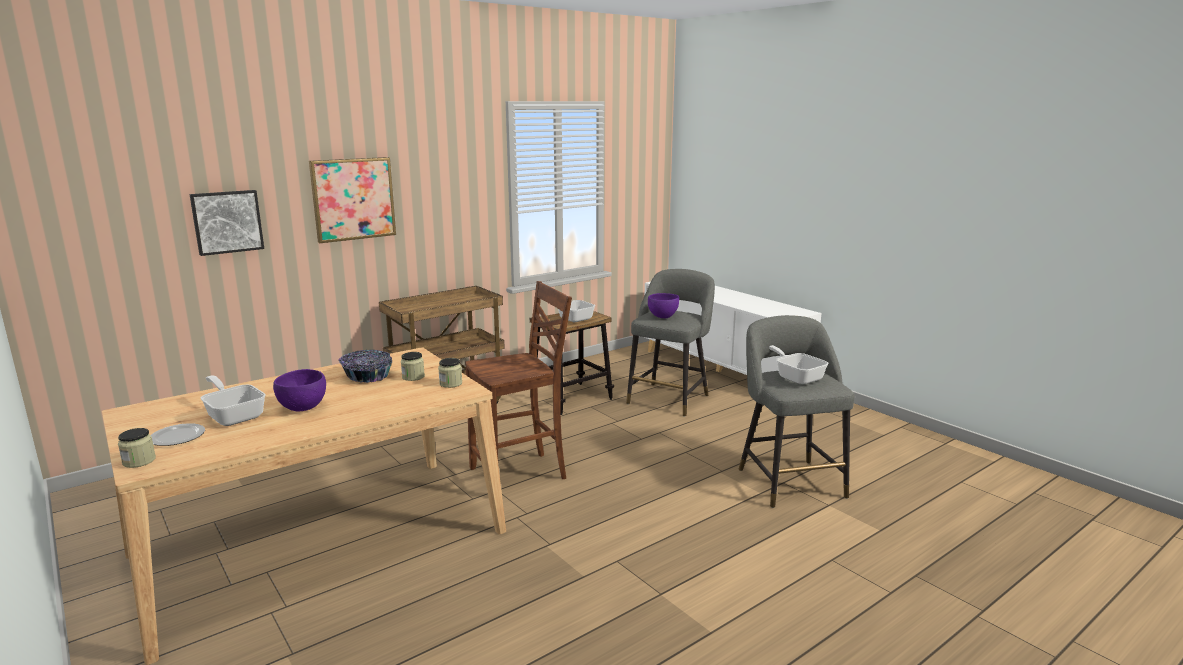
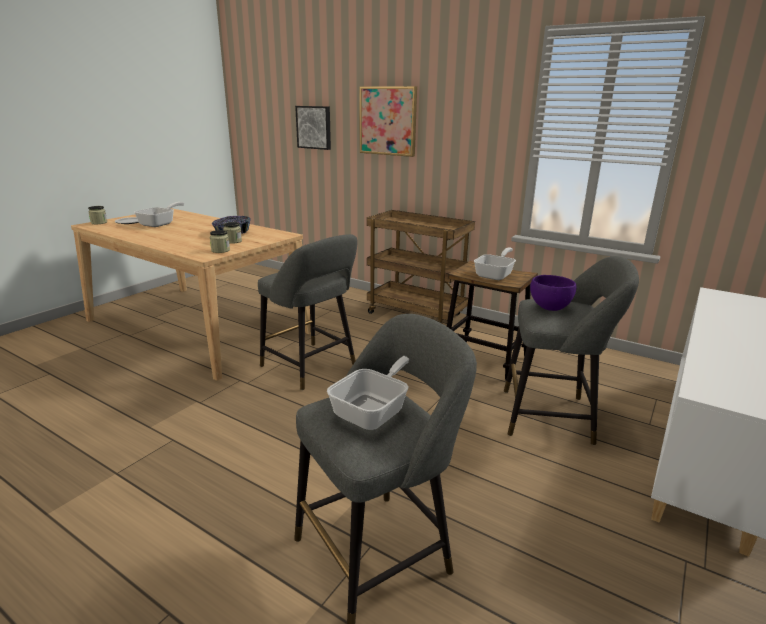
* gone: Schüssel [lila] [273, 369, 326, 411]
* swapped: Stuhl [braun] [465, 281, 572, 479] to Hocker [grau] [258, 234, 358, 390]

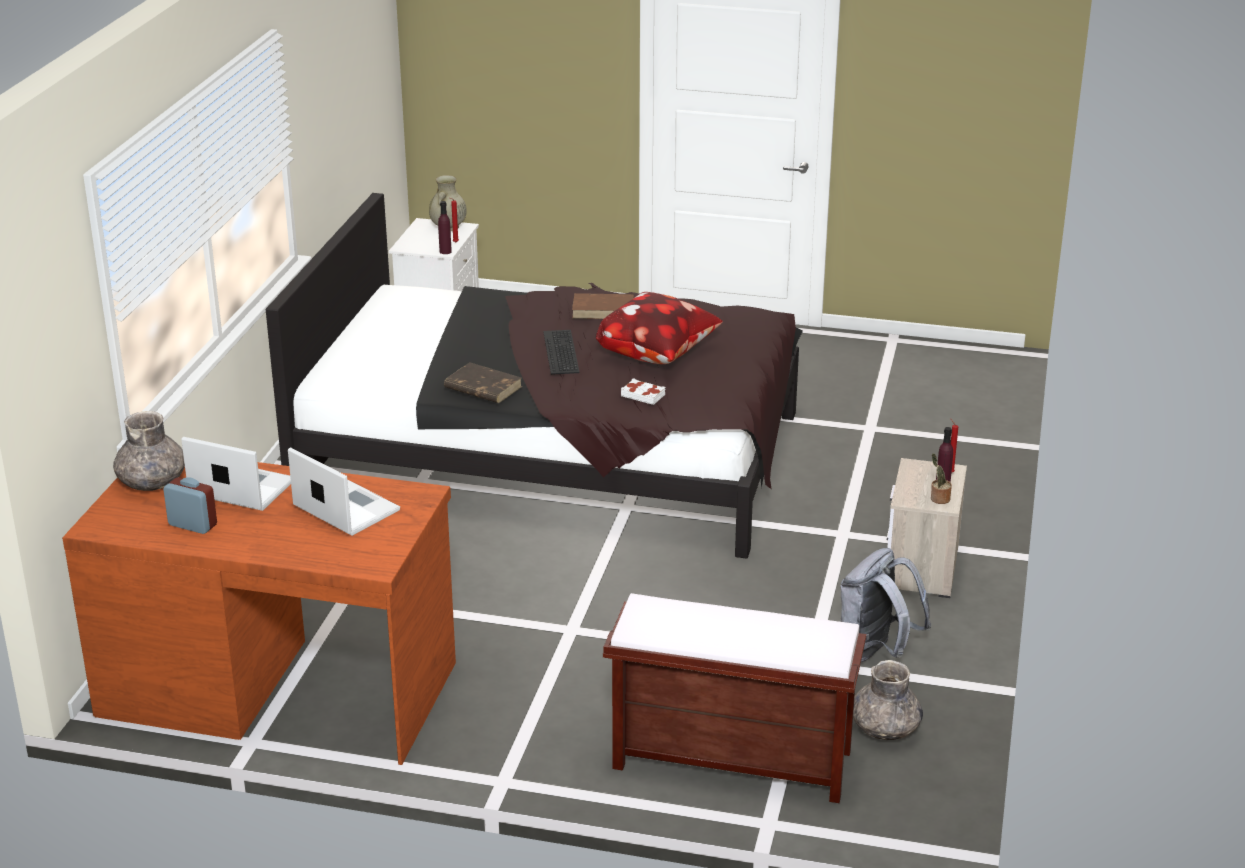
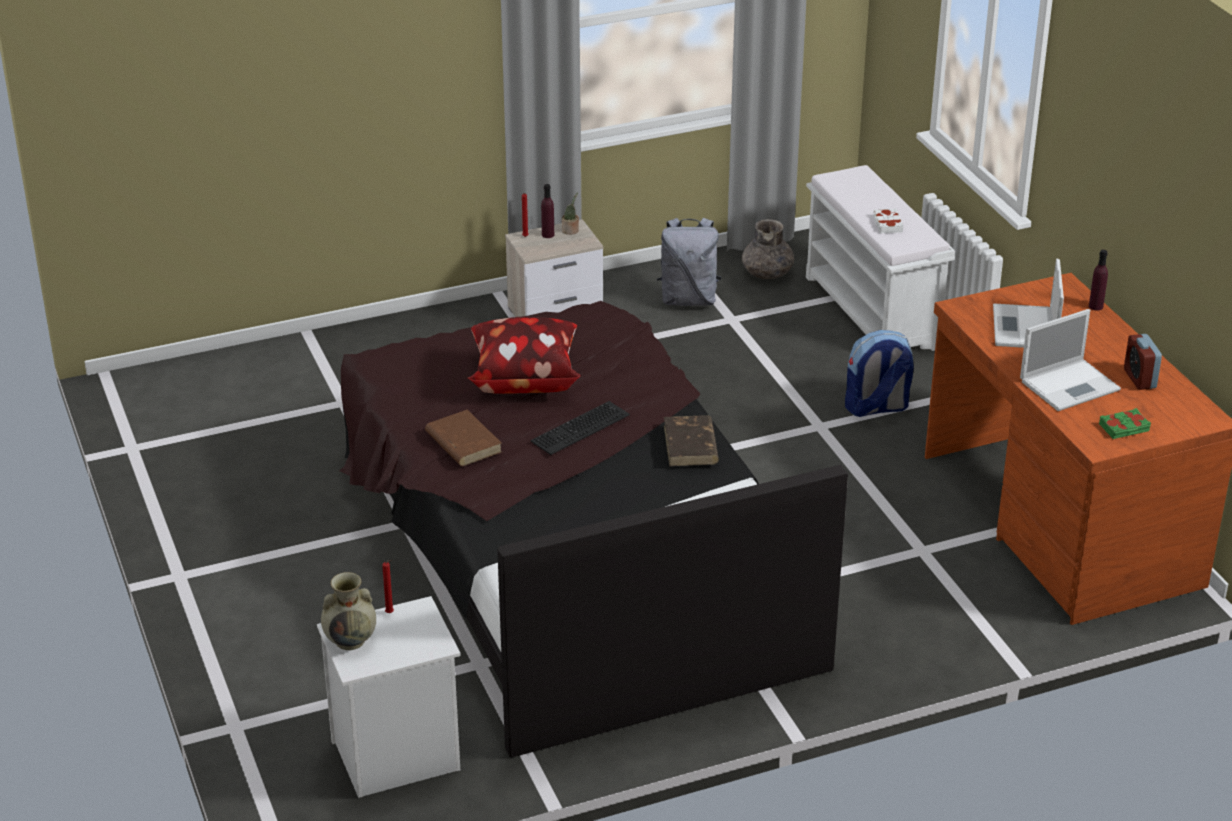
* swapped: Vase [grau] [113, 411, 185, 491] to Buch [grün] [1099, 408, 1151, 439]
* rotated: Laptop [181, 437, 291, 511] = [1020, 309, 1121, 411] 105 degrees counterclockwise
* shifted: Flasche [lila] [438, 201, 452, 254] to [1089, 250, 1108, 311]
* repainted: Bank [braun] [603, 593, 866, 803] to Bank [weiß] [806, 165, 955, 351]
* shifted: Buch [weiß] [621, 378, 665, 405] to [873, 208, 903, 233]
* new: Rucksack [845, 330, 914, 417]

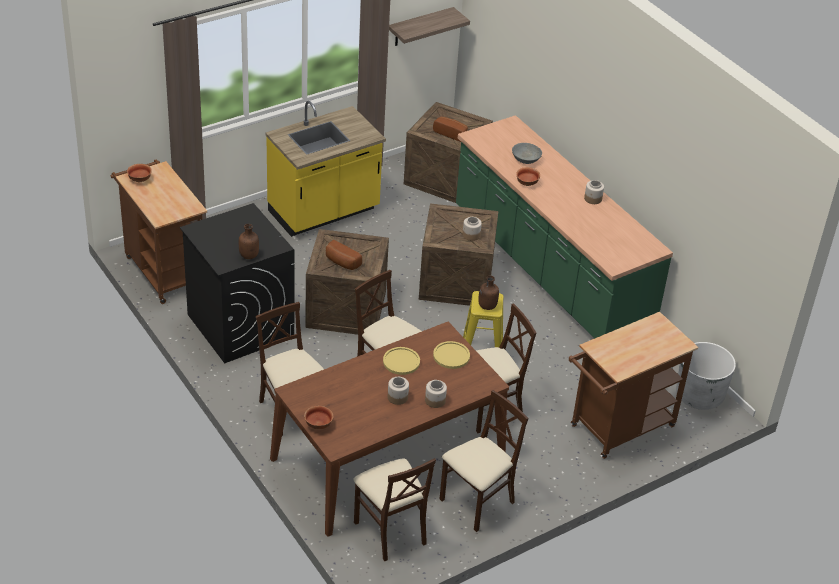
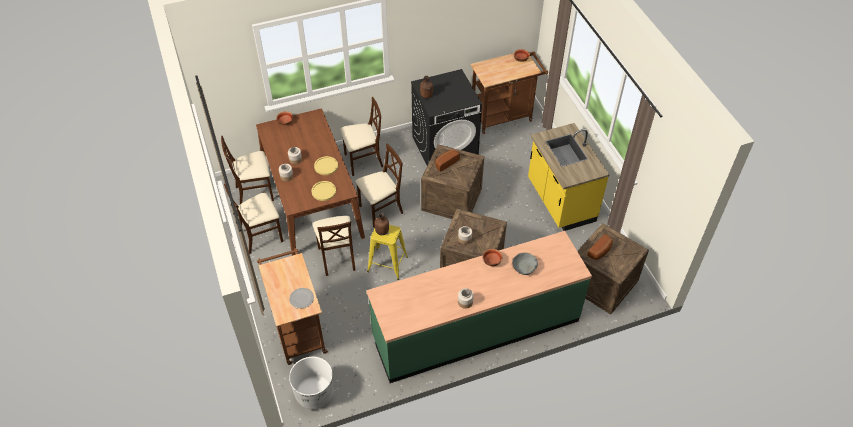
* gone: Wandregal [389, 7, 470, 46]
* rotated: Stuhl [beige] [440, 390, 528, 532] = [224, 184, 283, 254] 90 degrees clockwise
* new: Teller [289, 288, 314, 308]

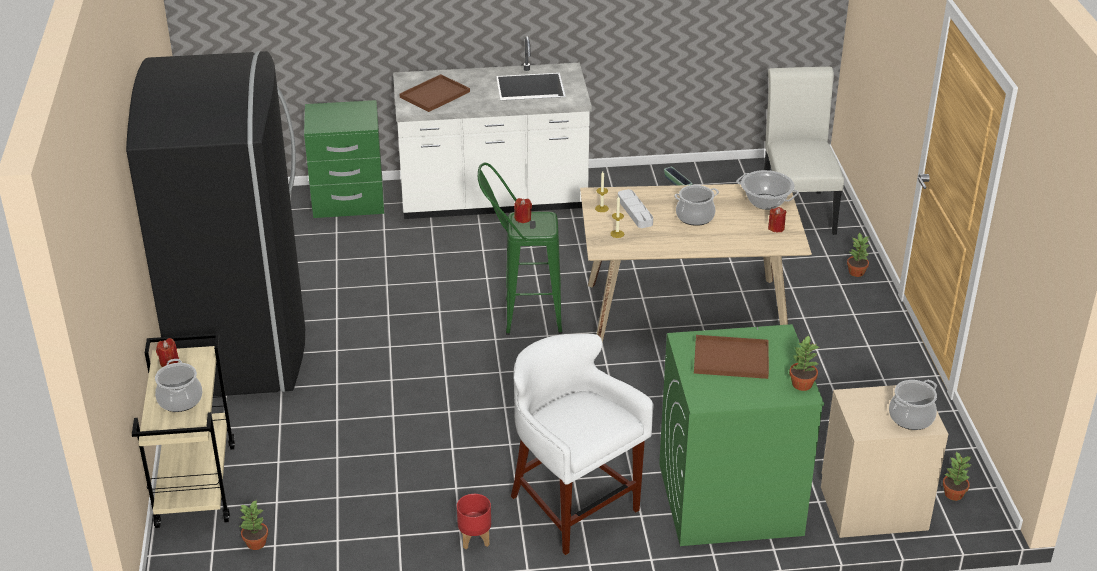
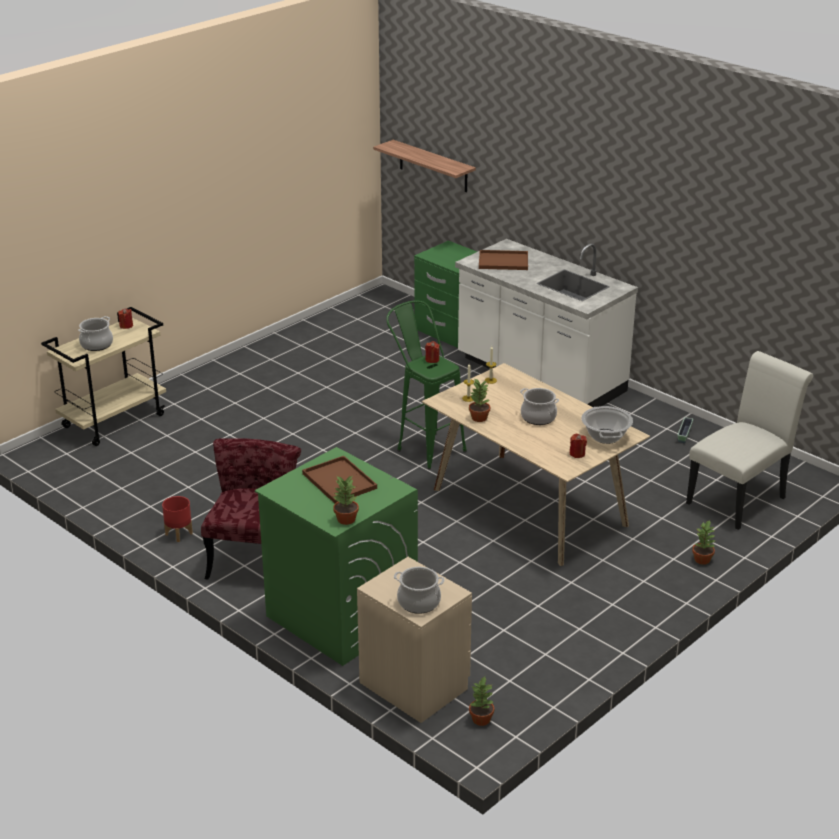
* gone: Kühlschrank [schwarz] [126, 51, 305, 397]
* shifted: Topfpflanze [239, 500, 268, 550] to [469, 379, 490, 422]
* swapped: Hocker [weiß] [511, 334, 654, 555] to Stuhl [rot] [201, 438, 301, 580]
* gone: Tablett [grau] [618, 189, 653, 228]
* new: Wandregal [373, 140, 476, 192]

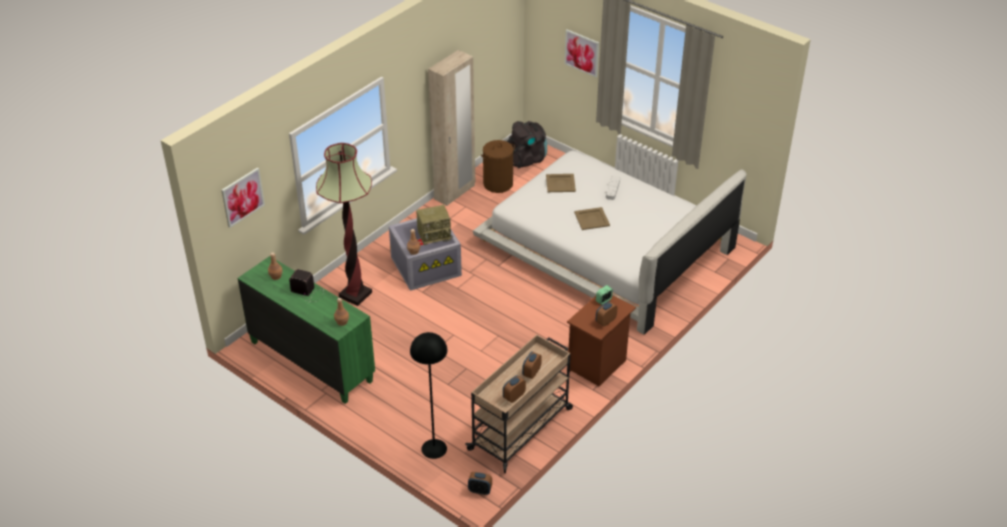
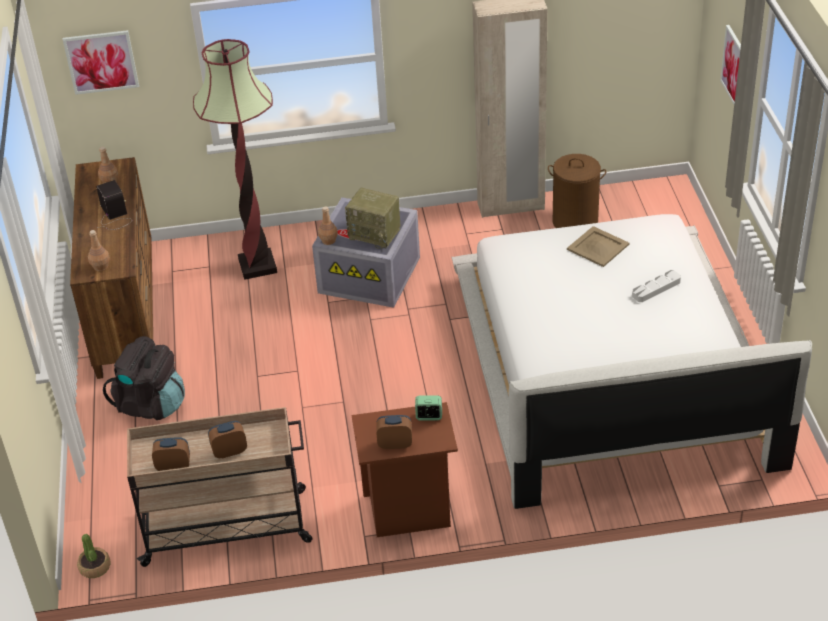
* repainted: Kommode [grün] [238, 256, 375, 404] to Kommode [braun] [70, 157, 153, 379]
* gone: Stehlampe [schwarz] [410, 332, 447, 459]
* swapped: Wecker [468, 472, 492, 495] to Topfpflanze [77, 534, 110, 578]
* shifted: Rucksack [schwarz] [506, 121, 547, 168] to [103, 336, 185, 420]
* gone: Tablett [beige] [574, 207, 610, 230]

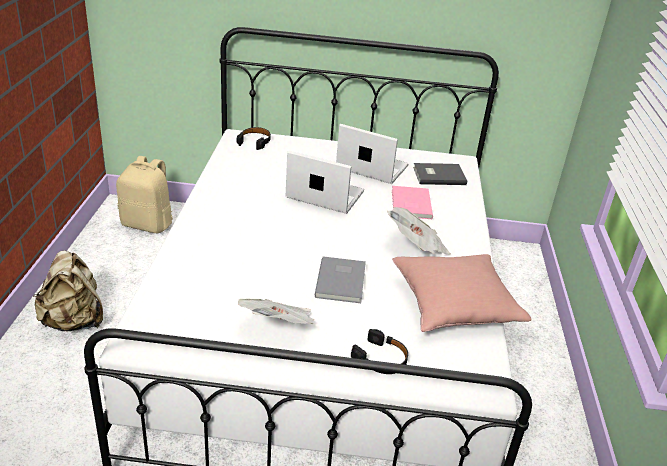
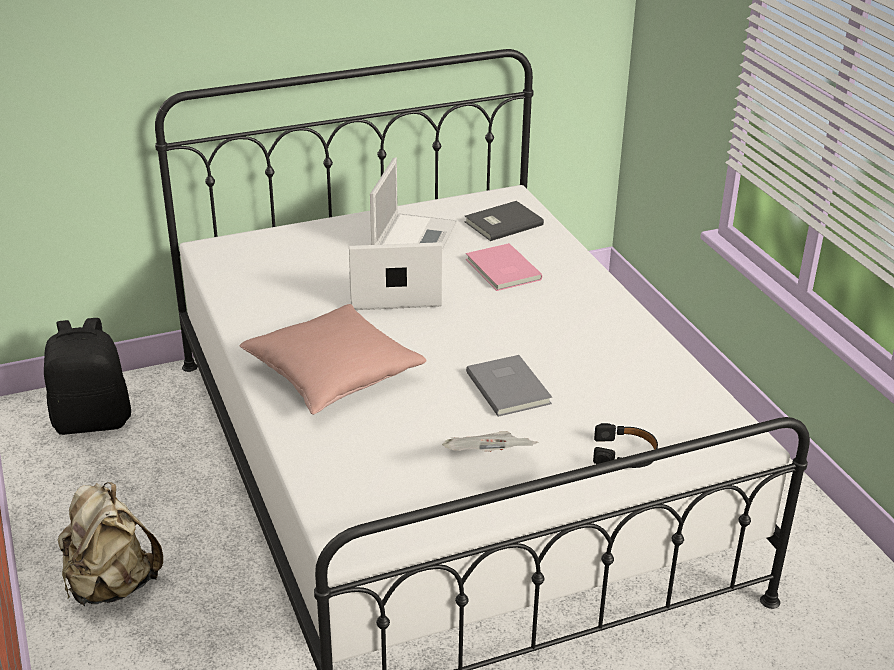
* repainted: Rucksack [beige] [116, 156, 172, 233] to Rucksack [schwarz] [44, 318, 131, 435]
* gone: Kopfhörer [schwarz] [237, 127, 271, 150]
* rotated: Laptop [336, 124, 409, 184] = [370, 157, 457, 252] 105 degrees clockwise
* gone: Zeitung [387, 207, 451, 255]
* shifted: Kissen [rosa] [392, 254, 532, 332] to [239, 304, 427, 415]

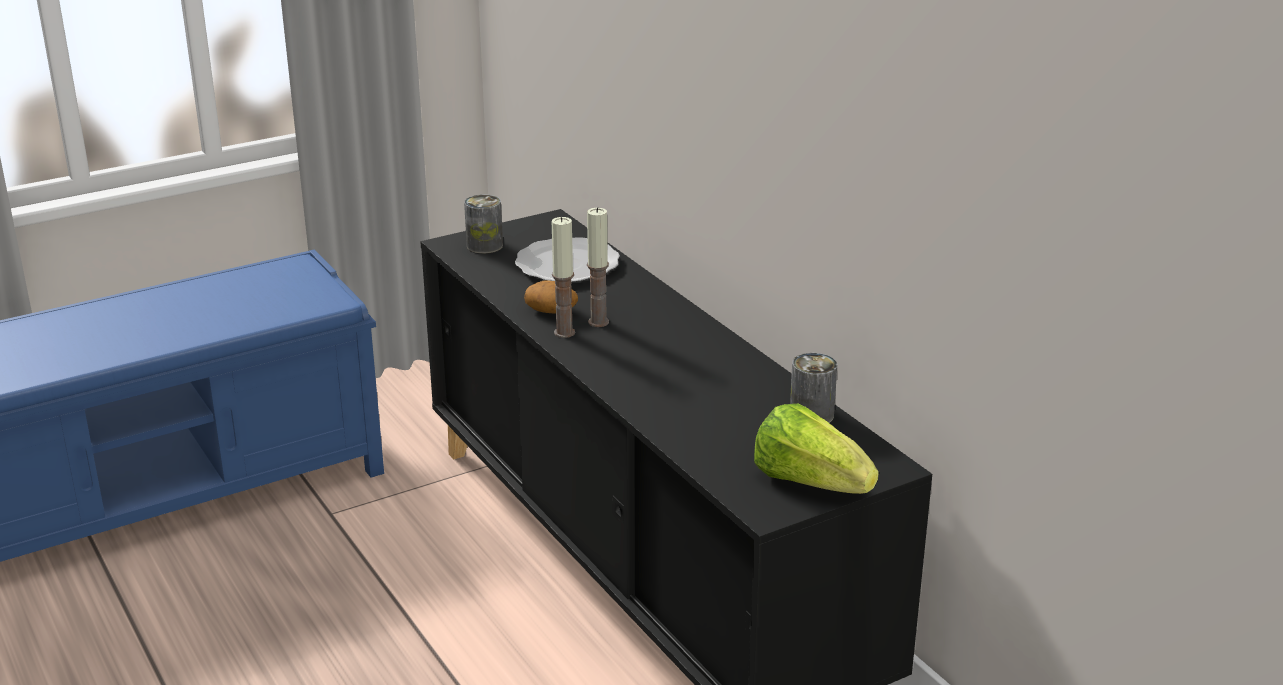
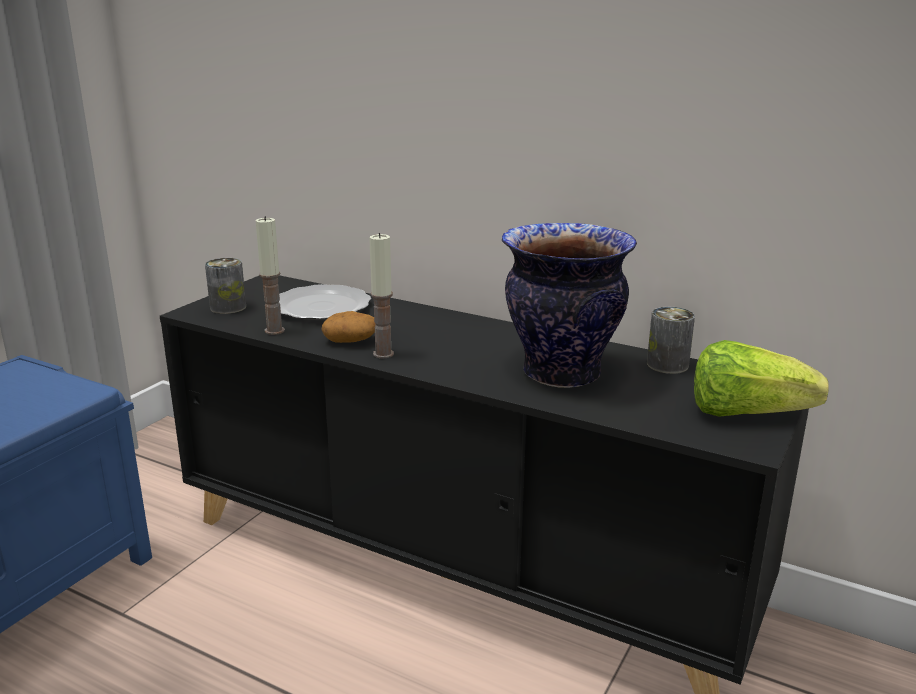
* shifted: Kerze [587, 208, 609, 327] to [255, 216, 285, 335]
* new: Vase [502, 223, 637, 388]

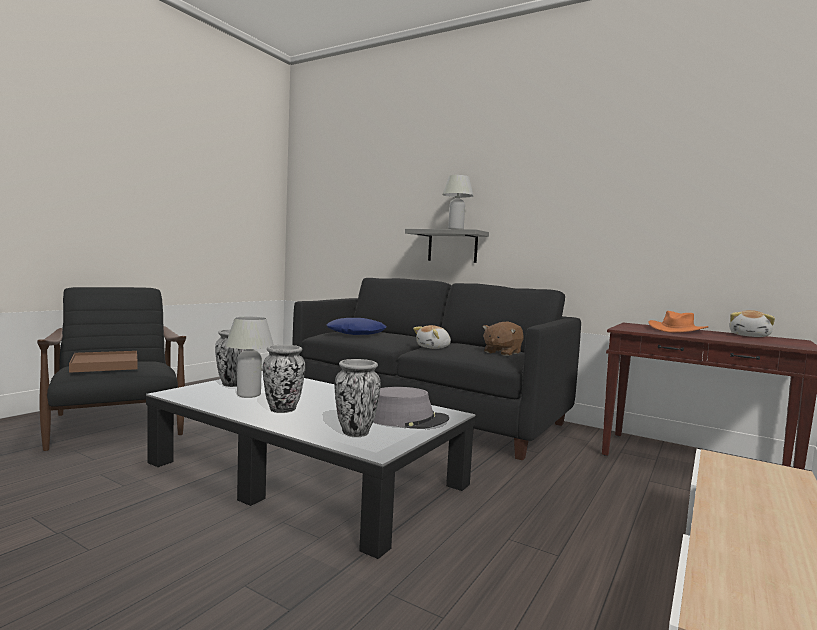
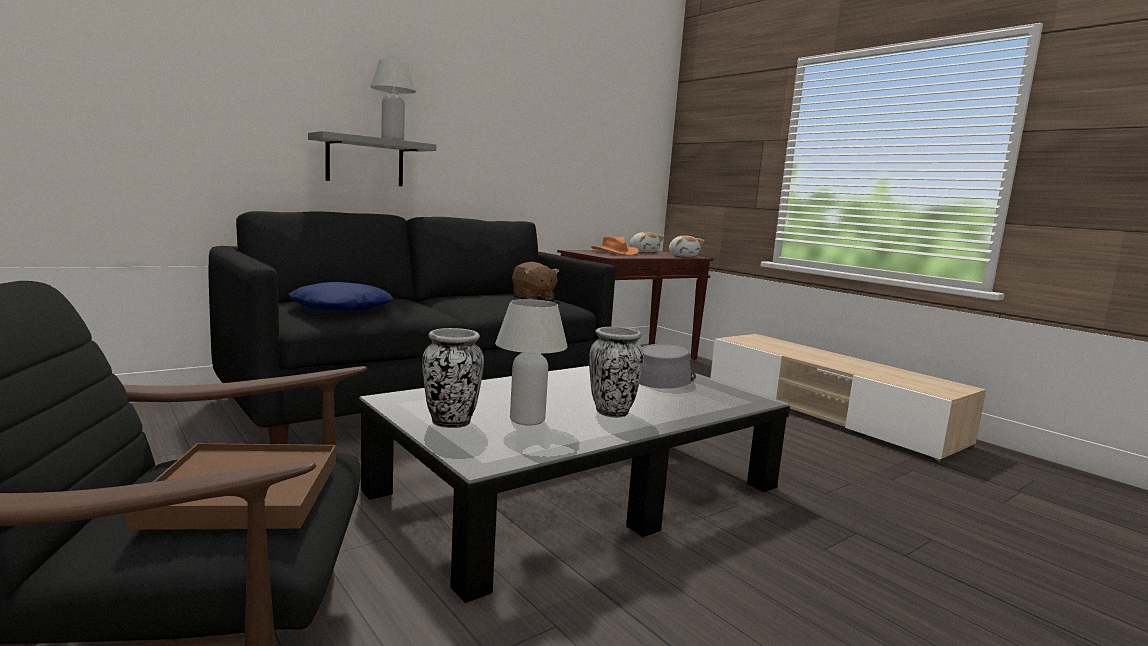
* gone: Vase [335, 359, 381, 437]
* shifted: Plüschtier [413, 325, 451, 349] to [669, 235, 704, 257]

